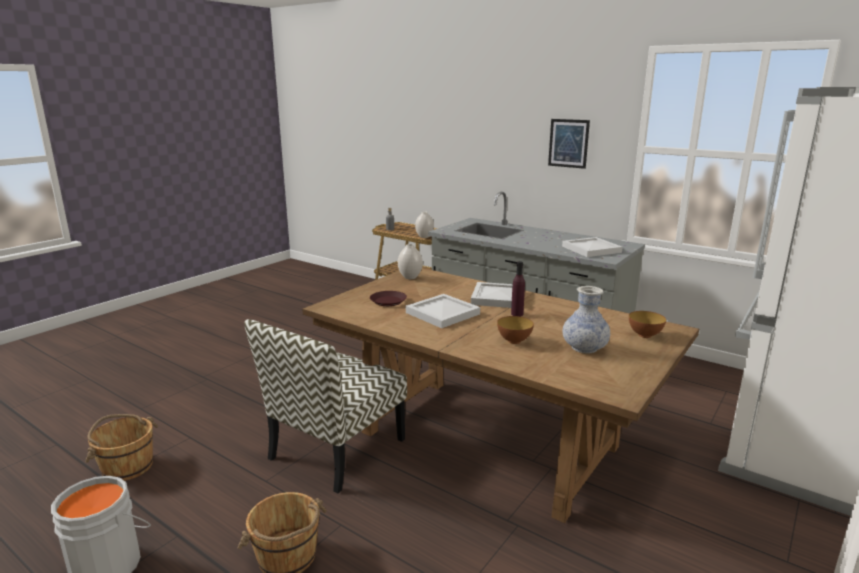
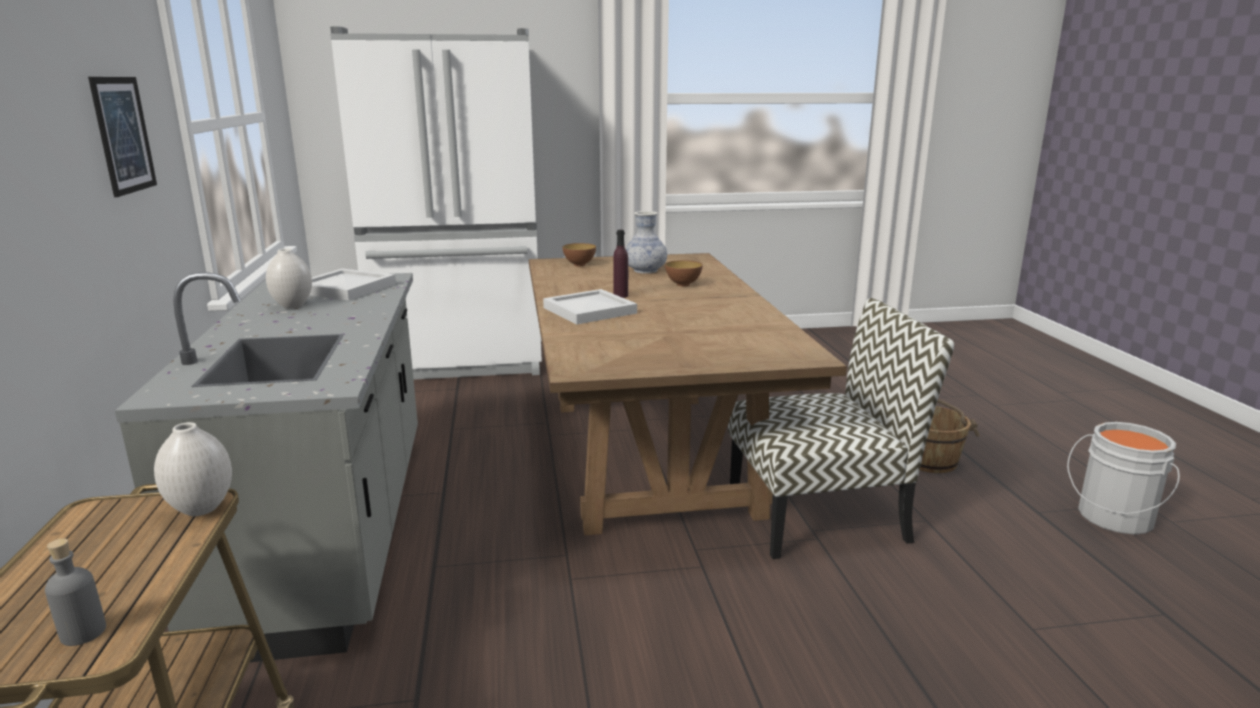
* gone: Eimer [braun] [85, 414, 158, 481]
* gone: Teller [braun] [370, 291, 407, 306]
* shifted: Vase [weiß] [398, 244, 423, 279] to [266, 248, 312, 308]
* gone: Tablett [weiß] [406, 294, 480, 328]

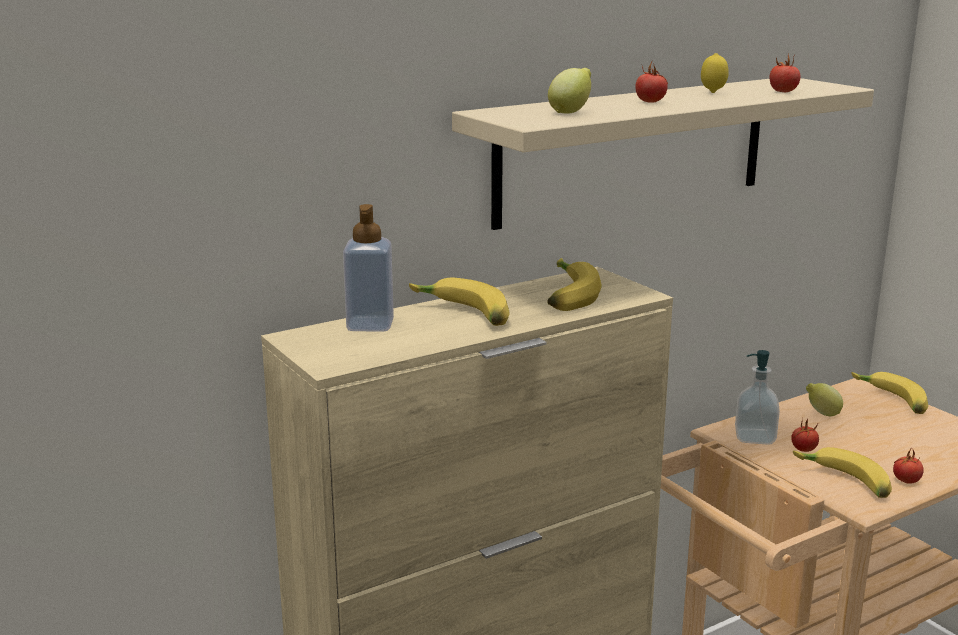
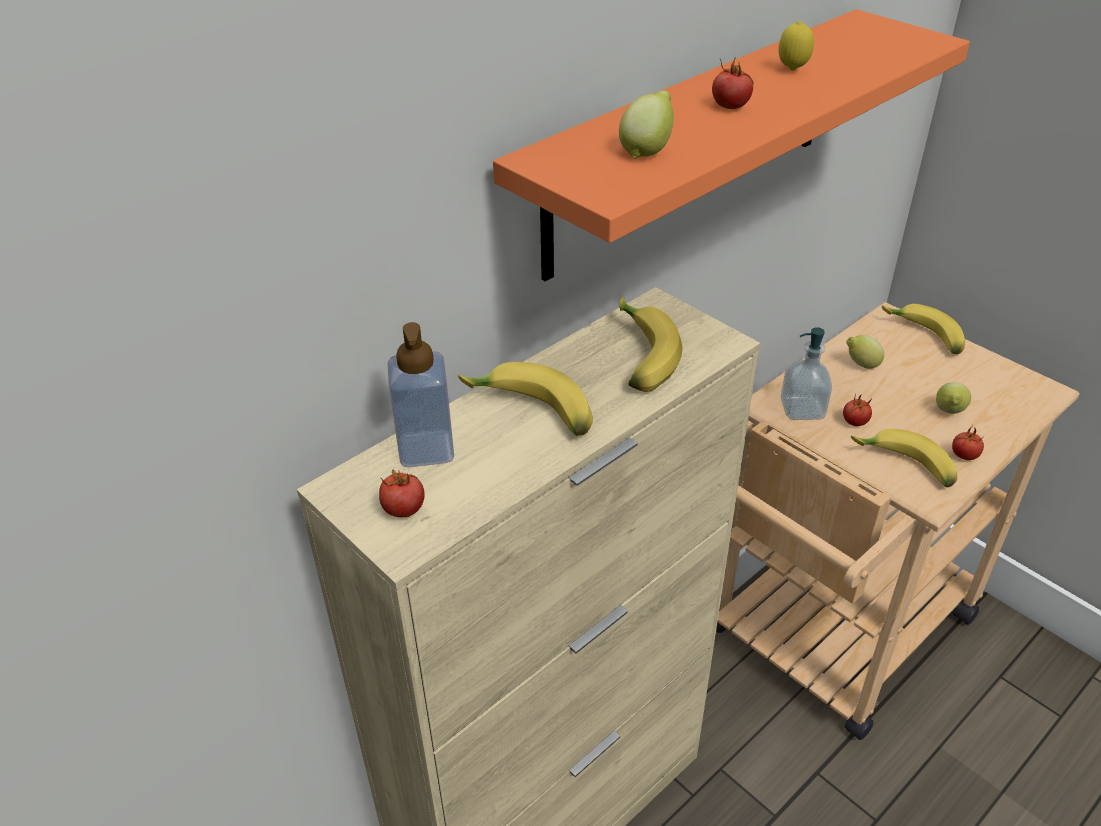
* repainted: Wandregal [beige] [452, 78, 874, 230] to Wandregal [orange] [493, 9, 970, 281]
* shifted: Tomate [769, 54, 800, 92] to [379, 470, 425, 517]
* new: Zitrone [936, 382, 971, 414]

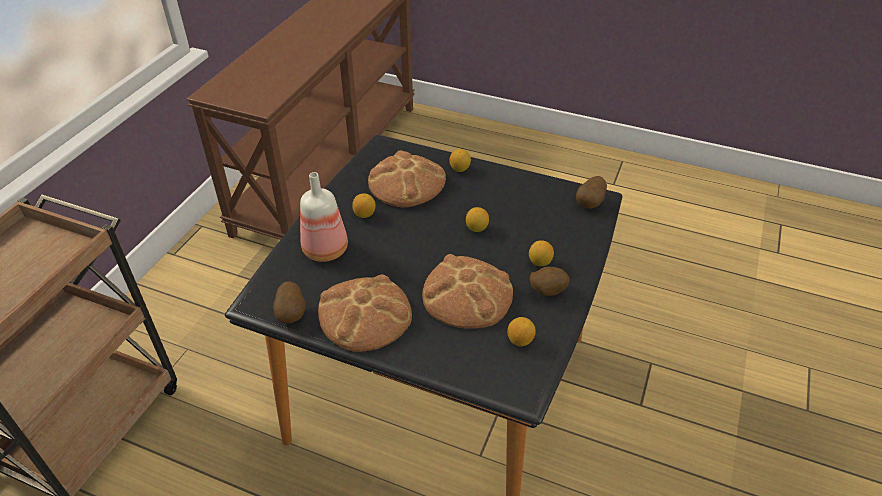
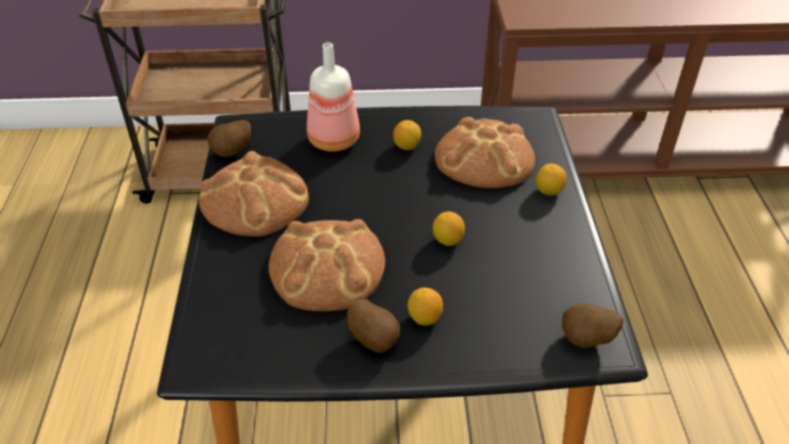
* gone: Zitrone [507, 317, 536, 346]

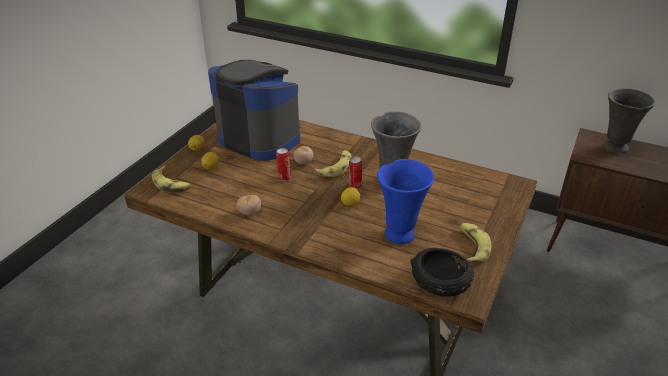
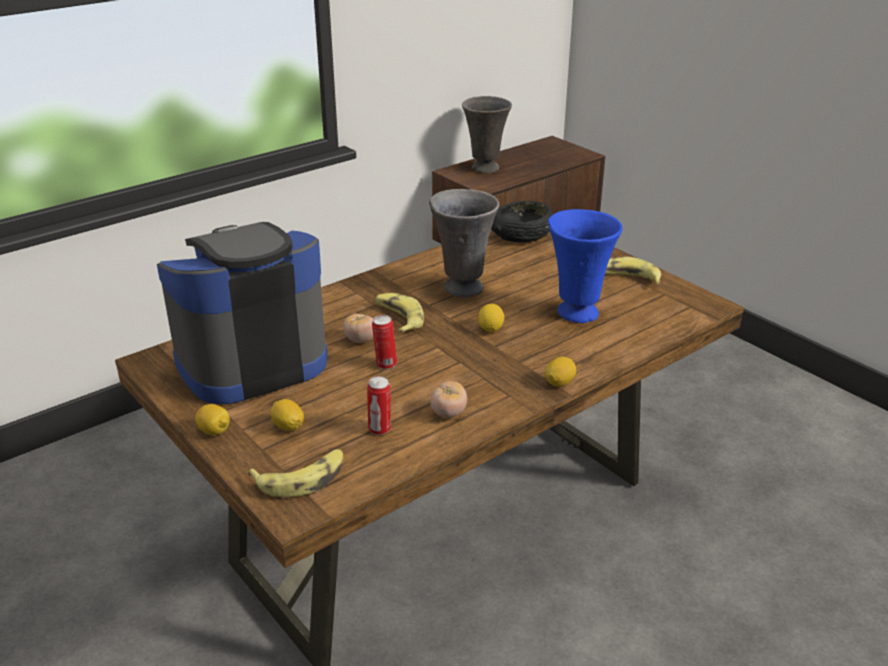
* shifted: Dose [349, 156, 362, 189] to [367, 376, 391, 435]
* shifted: Schüssel [schwarz] [410, 248, 474, 297] to [491, 201, 553, 243]
* new: Zitrone [545, 356, 576, 387]

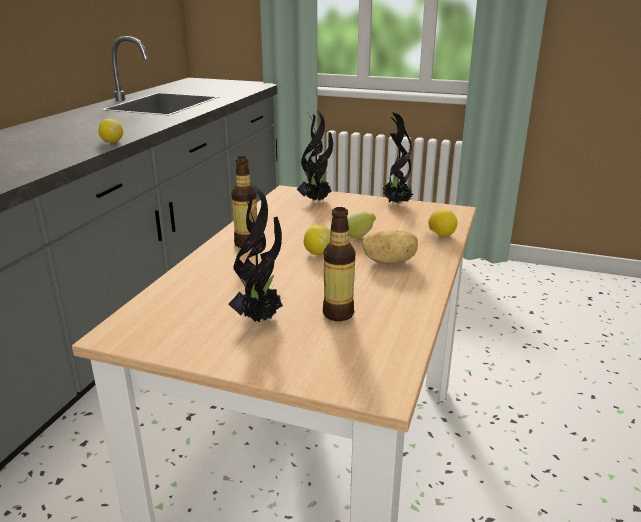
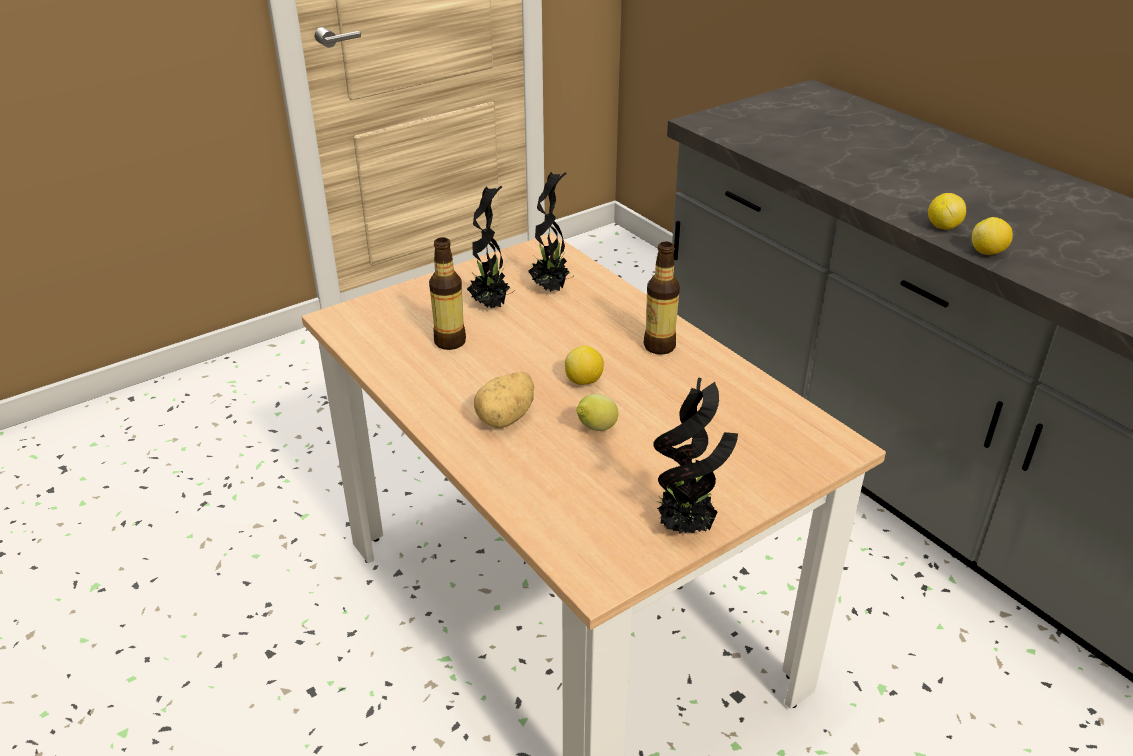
* shifted: Topfpflanze [297, 110, 333, 202] to [528, 172, 572, 293]
* shifted: Zitrone [428, 209, 458, 237] to [928, 193, 966, 230]

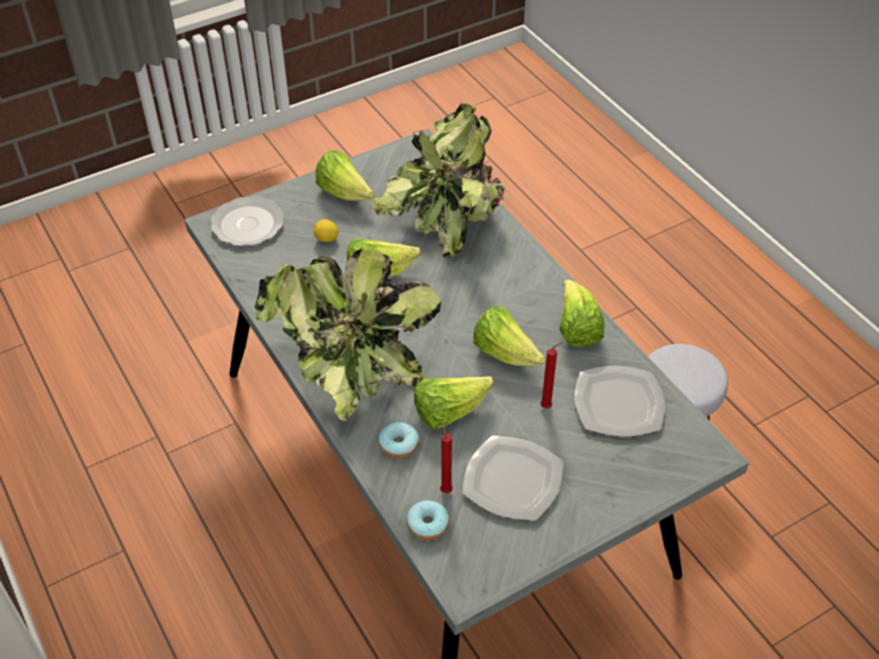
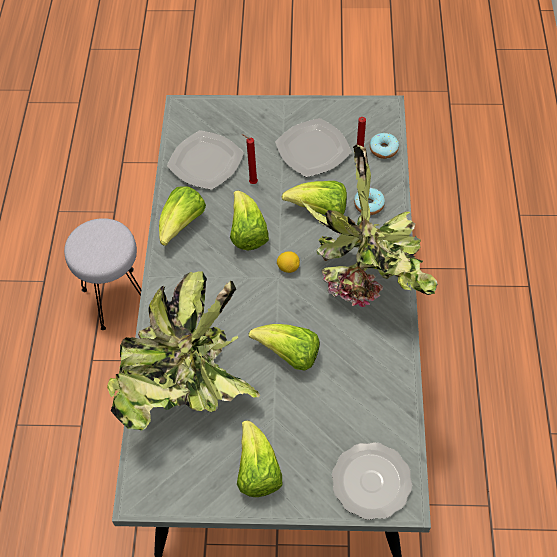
* shifted: Zitrone [313, 219, 338, 242] to [277, 251, 300, 273]

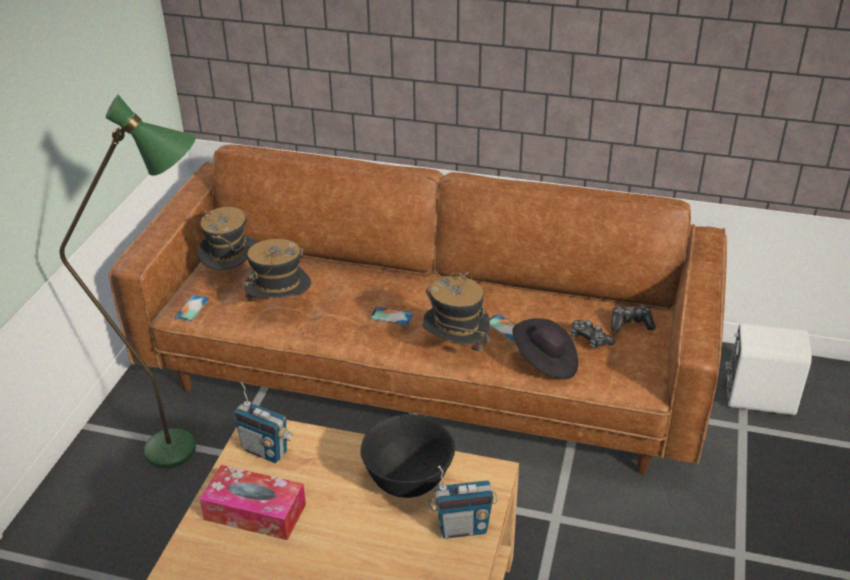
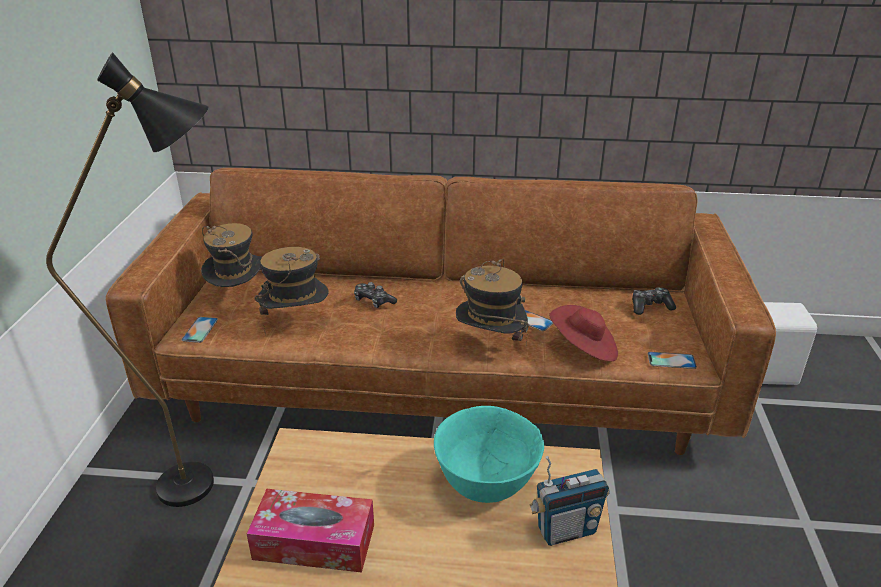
* repainted: Stehlampe [grün] [60, 95, 196, 469] to Stehlampe [schwarz] [46, 52, 214, 507]
* gone: Radio [233, 381, 293, 463]
* repainted: Schüssel [schwarz] [361, 414, 455, 498] to Schüssel [türkis] [434, 406, 544, 503]
* shifted: Handy [370, 307, 413, 325] to [648, 352, 697, 369]
* repainted: Hut [schwarz] [512, 318, 578, 379] to Hut [rot] [549, 305, 618, 362]
* shifted: Gamepad [571, 320, 615, 349] to [354, 282, 397, 308]

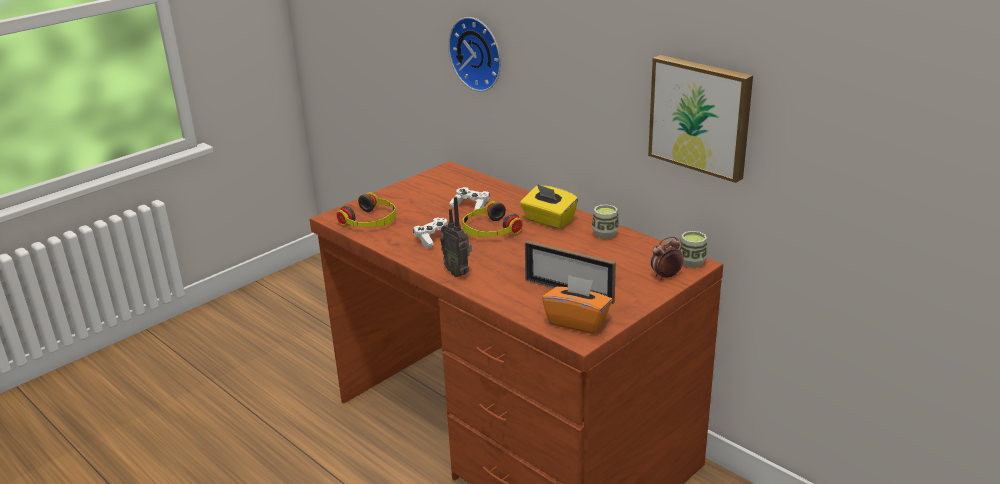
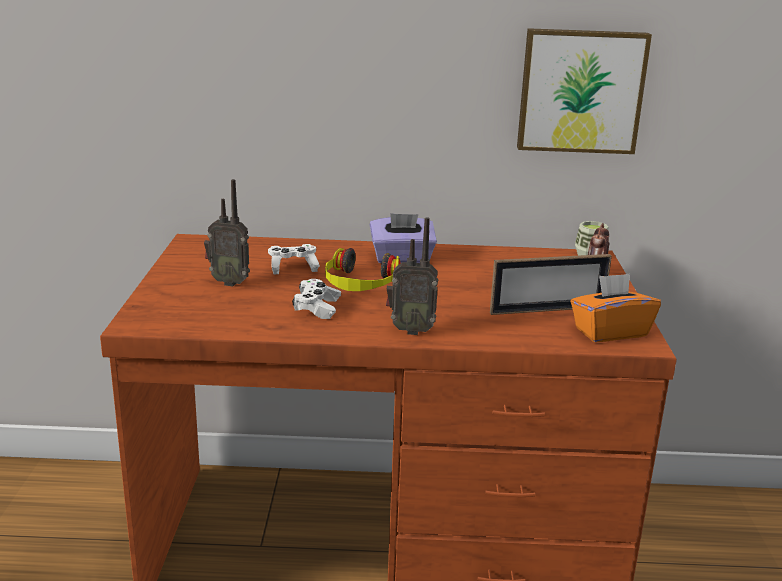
* gone: Kopfhörer [337, 192, 396, 227]
* gone: Wanduhr [448, 17, 501, 92]
* repainted: Taschentuchbox [gelb] [520, 184, 578, 229] to Taschentuchbox [lila] [370, 213, 437, 263]
* gone: Tasse [592, 205, 619, 239]
* new: Radio [204, 179, 250, 287]

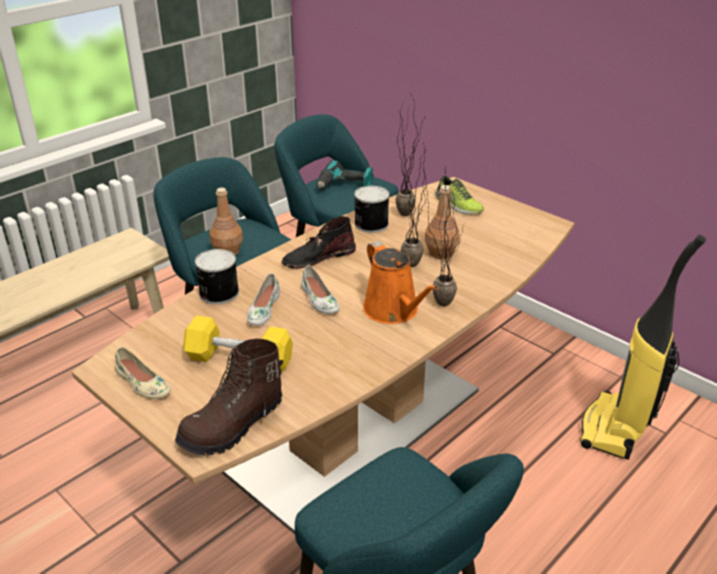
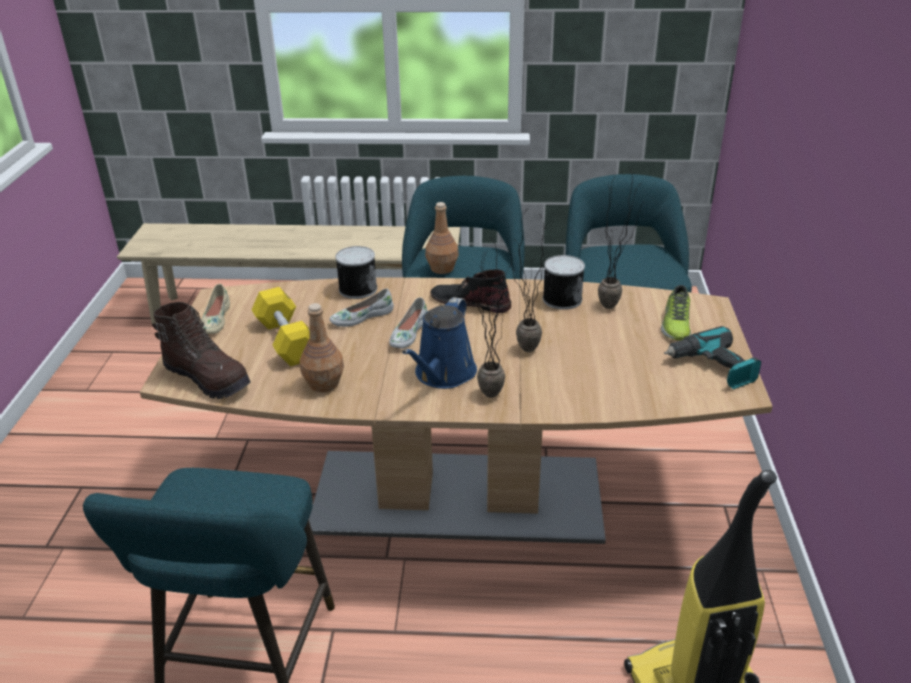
* rotated: Stiefel [braun] [175, 339, 283, 456] = [152, 302, 250, 399] 150 degrees counterclockwise
* shifted: Bohrmaschine [316, 160, 372, 189] to [664, 326, 761, 389]
* repainted: Gießkanne [orange] [363, 241, 438, 324] to Gießkanne [blau] [402, 297, 477, 389]
* shifted: Flasche [braun] [425, 185, 460, 259] to [300, 303, 344, 393]

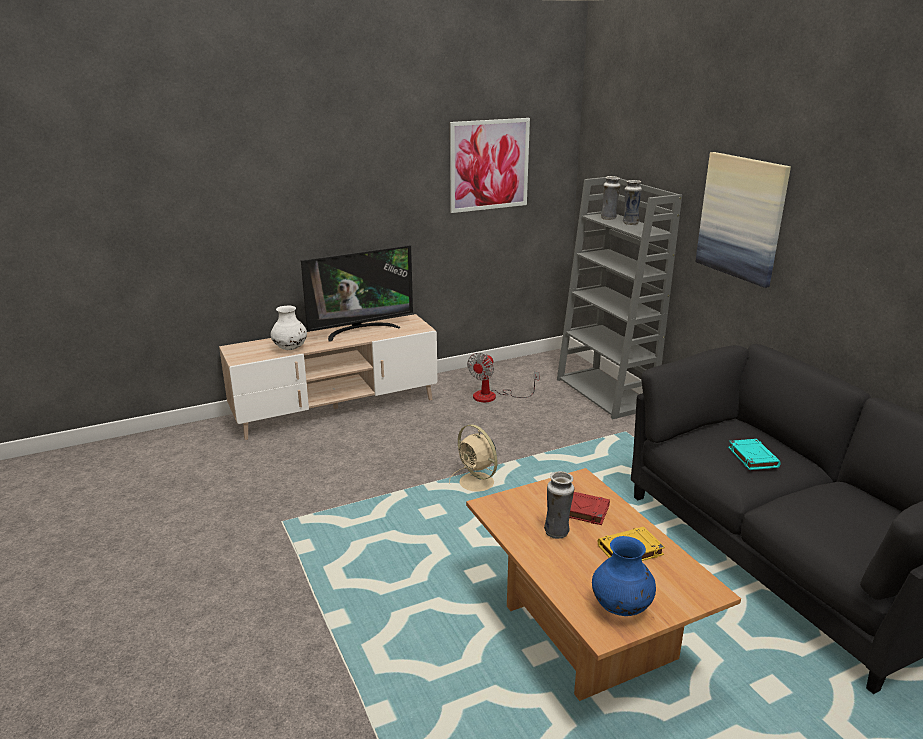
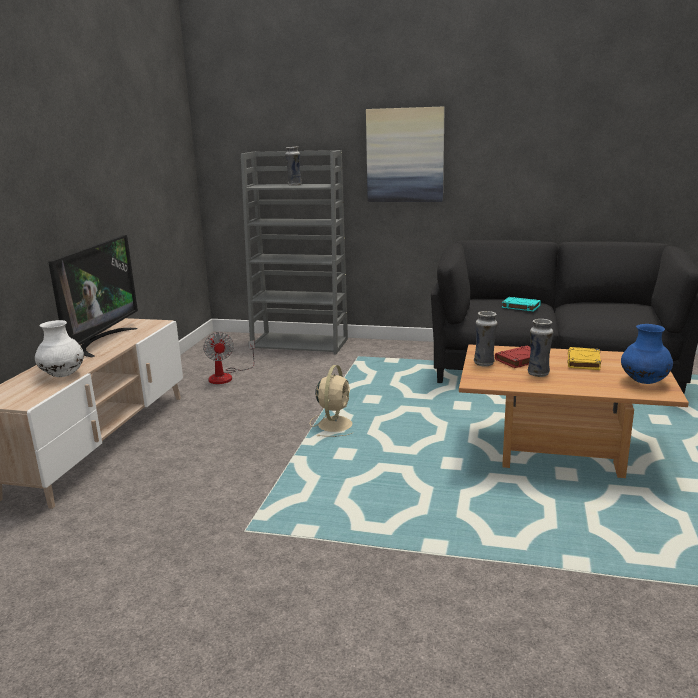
* rotated: Ventilator [beige] [449, 424, 497, 492] = [310, 365, 354, 437] 75 degrees counterclockwise
* gone: Bild [450, 118, 530, 213]
* shifted: Vase [601, 176, 620, 220] to [474, 311, 498, 367]

